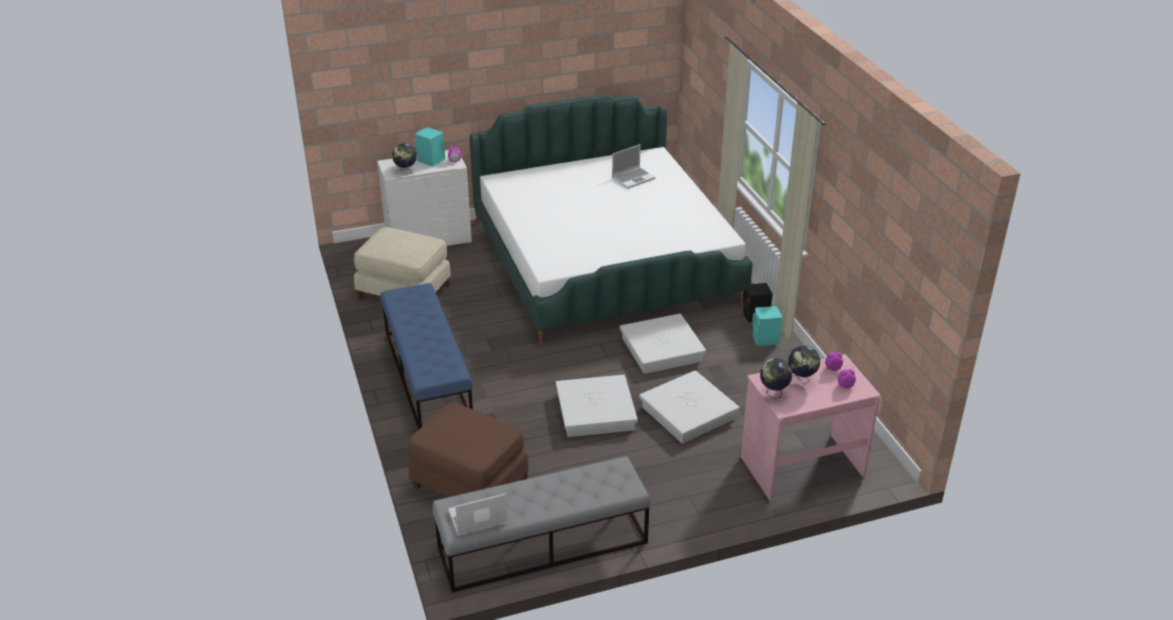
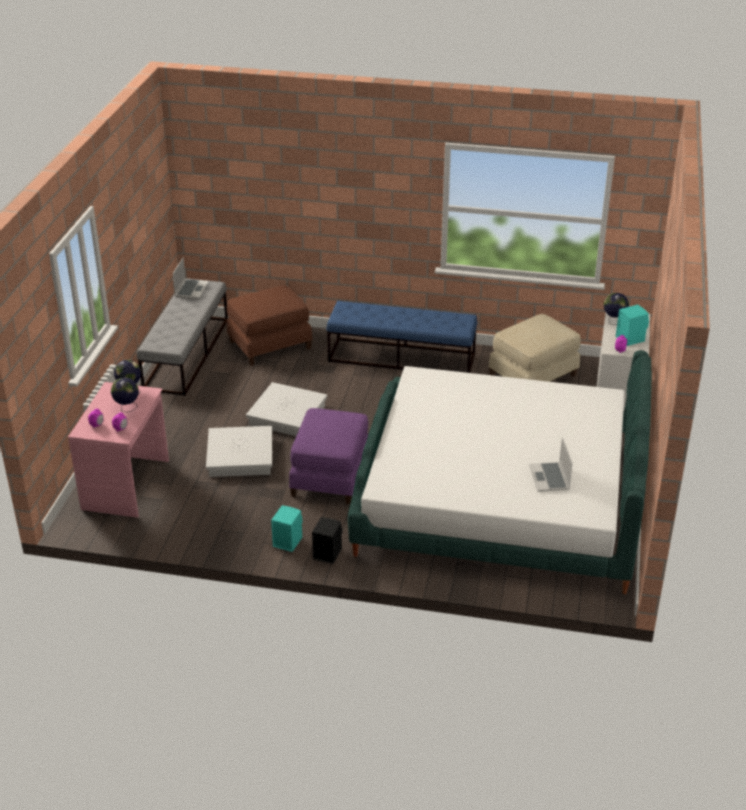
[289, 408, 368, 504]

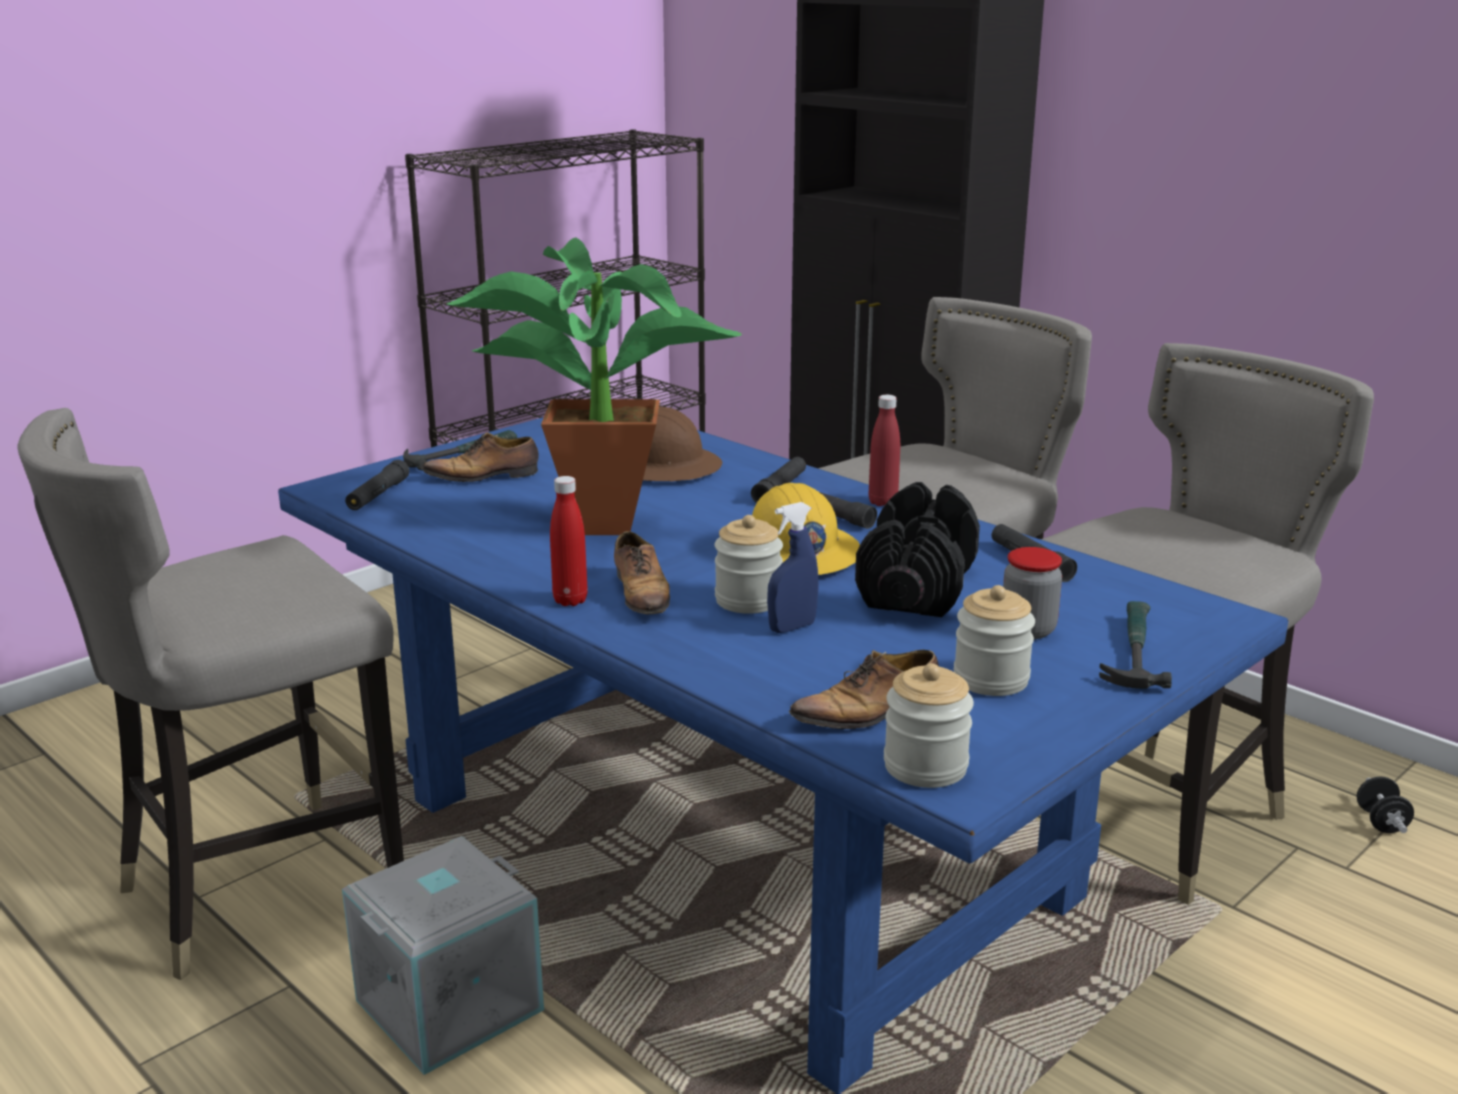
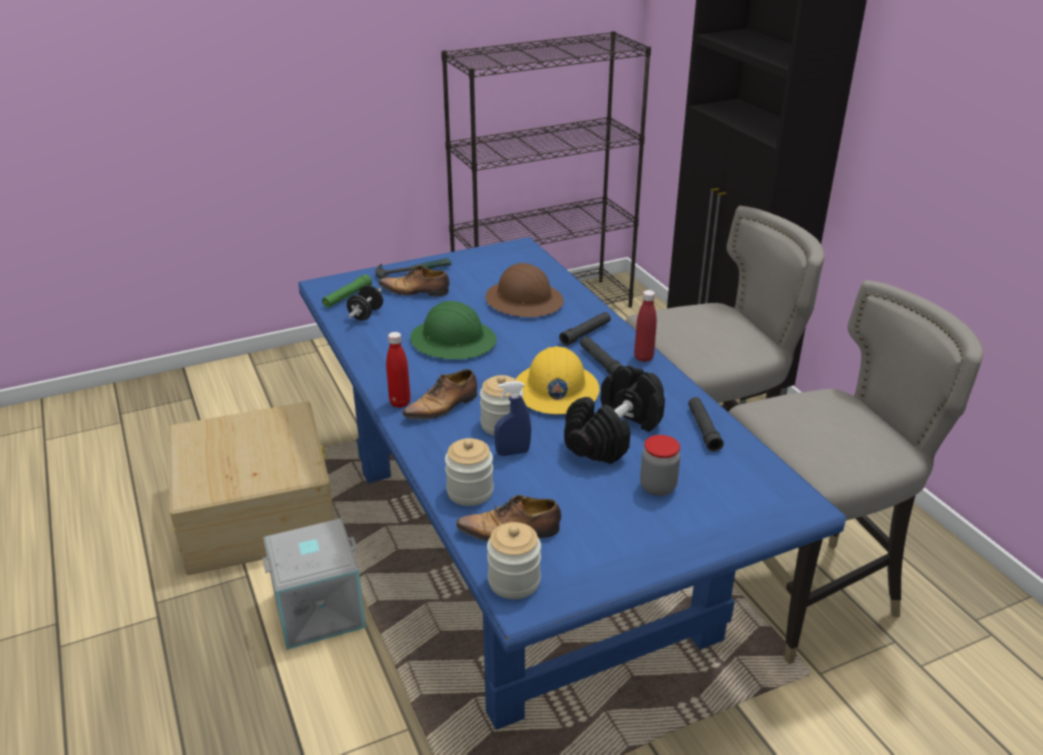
[1099, 601, 1172, 689] (first image)
[445, 438, 494, 506]
[347, 285, 383, 321]
[168, 402, 335, 575]
[410, 301, 497, 359]
[322, 274, 372, 308]
[402, 369, 477, 419]

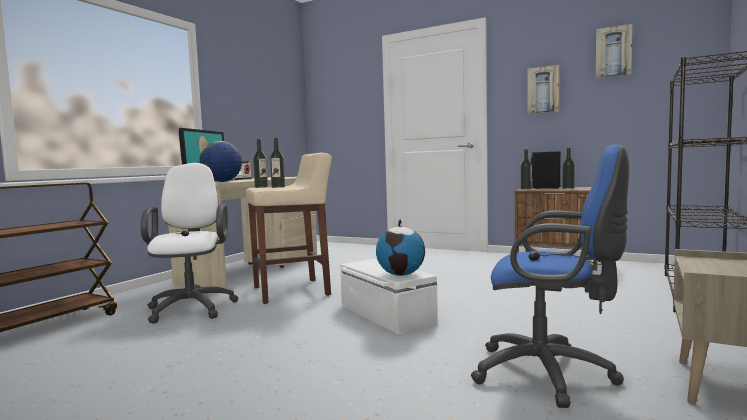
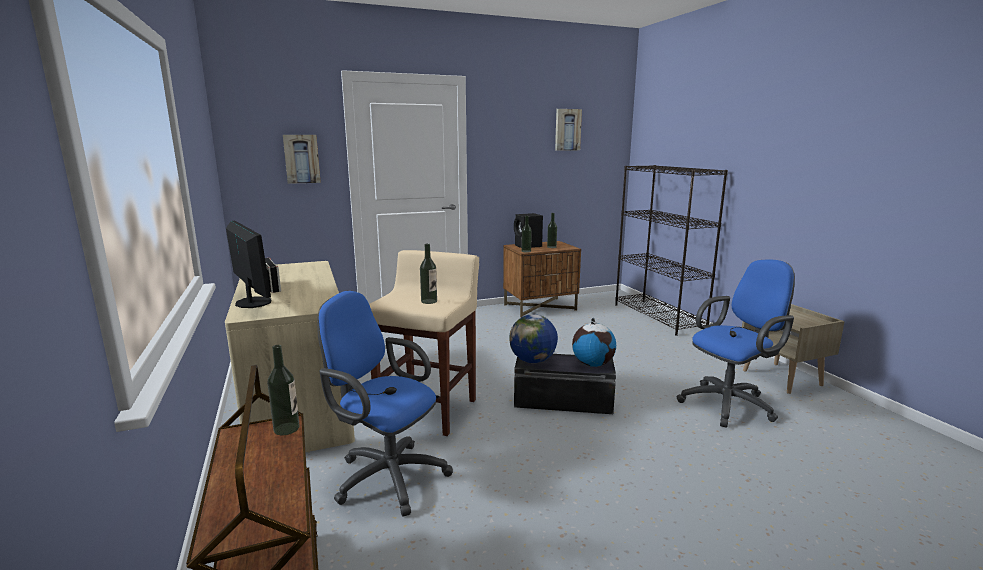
[509, 314, 558, 363]
[267, 345, 300, 435]
[283, 135, 321, 184]
[317, 291, 453, 516]
[514, 354, 616, 414]

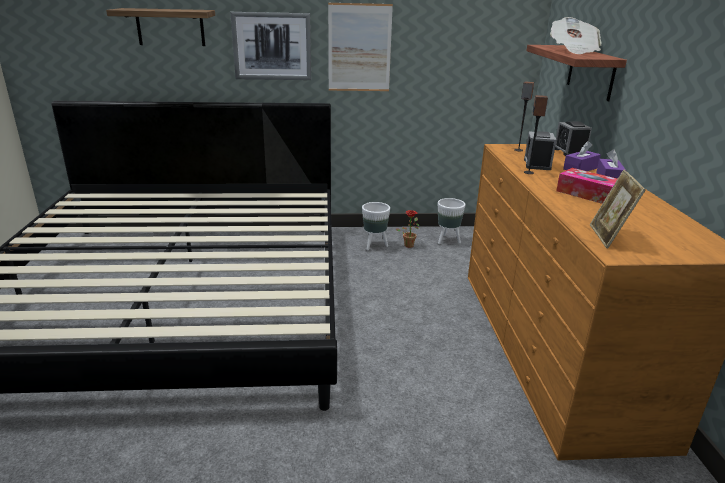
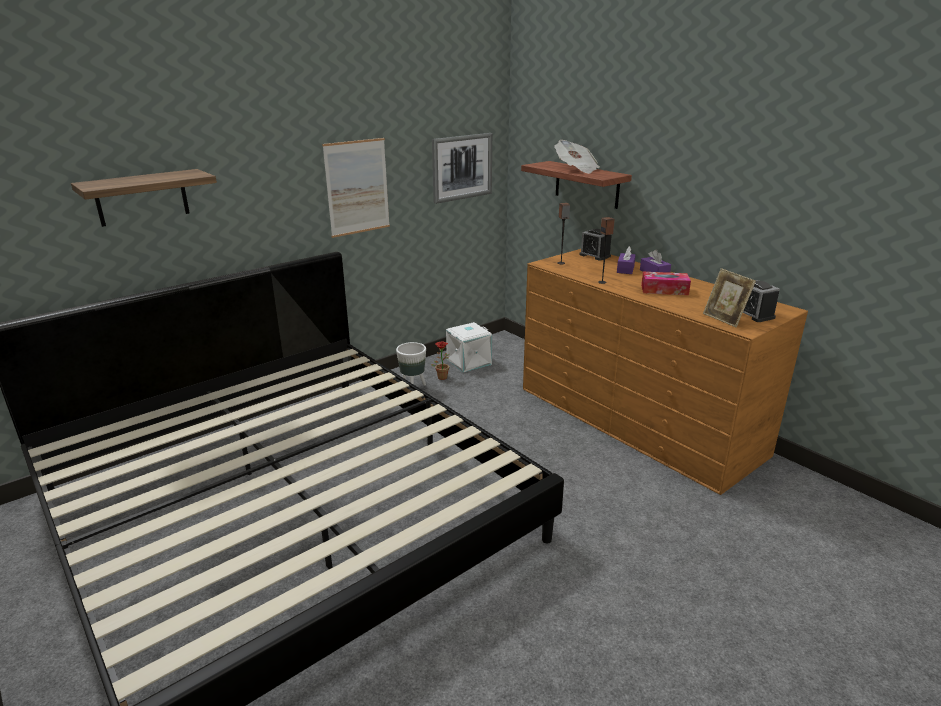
[432, 133, 492, 204]
[743, 280, 780, 322]
[446, 322, 492, 372]

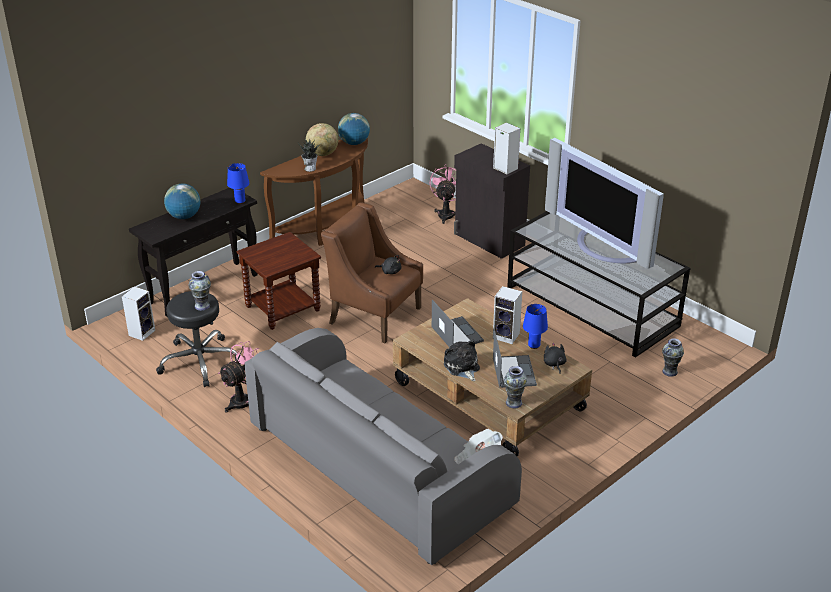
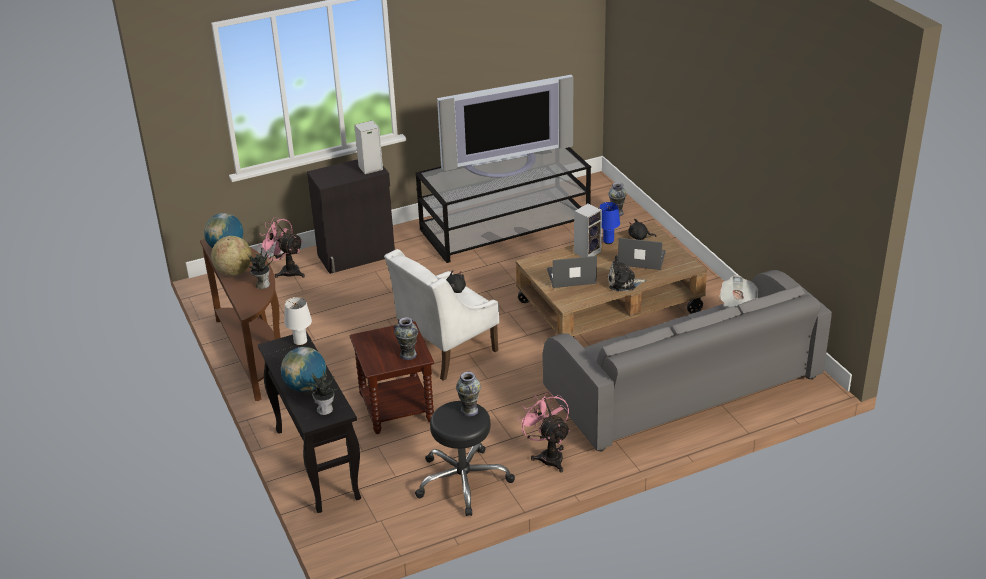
[122, 287, 155, 341] (first image)
[306, 369, 337, 415]
[394, 317, 418, 360]
[284, 297, 312, 346]
[384, 249, 499, 381]

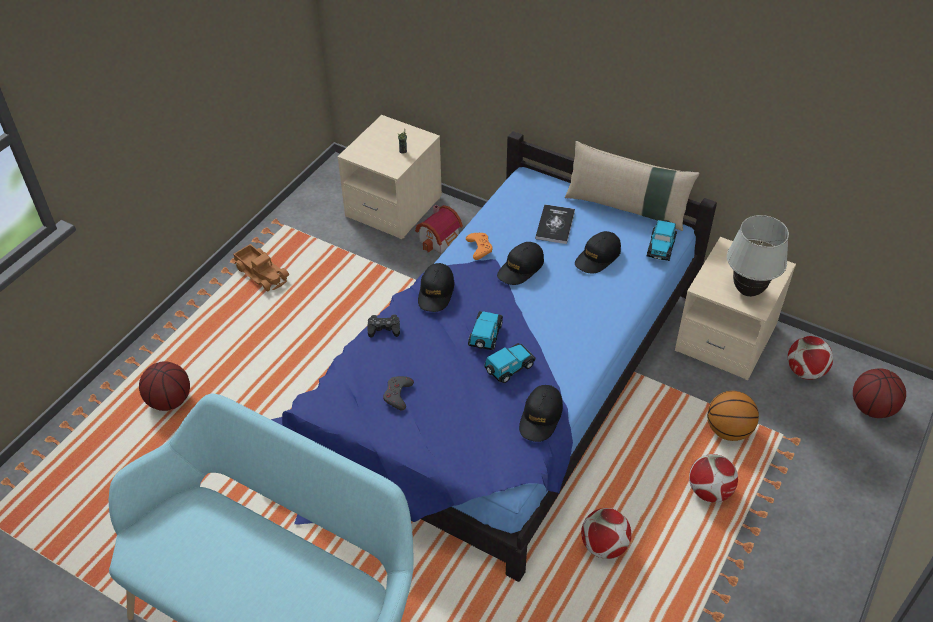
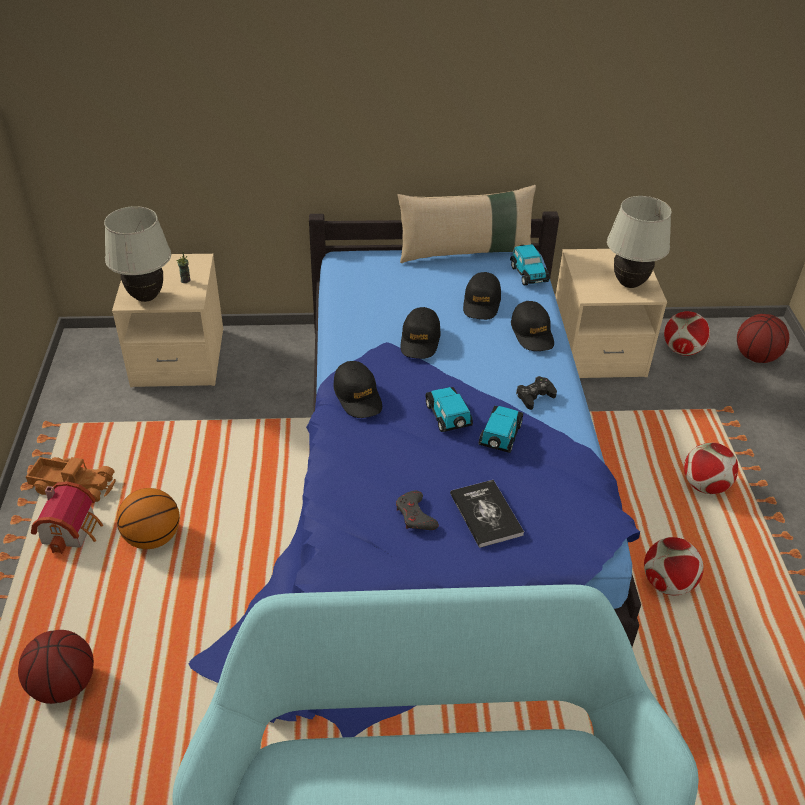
[466, 233, 493, 260] (first image)
[104, 206, 171, 302]
[516, 376, 557, 410]
[31, 481, 103, 554]
[511, 301, 554, 351]
[450, 480, 524, 548]
[117, 488, 180, 549]

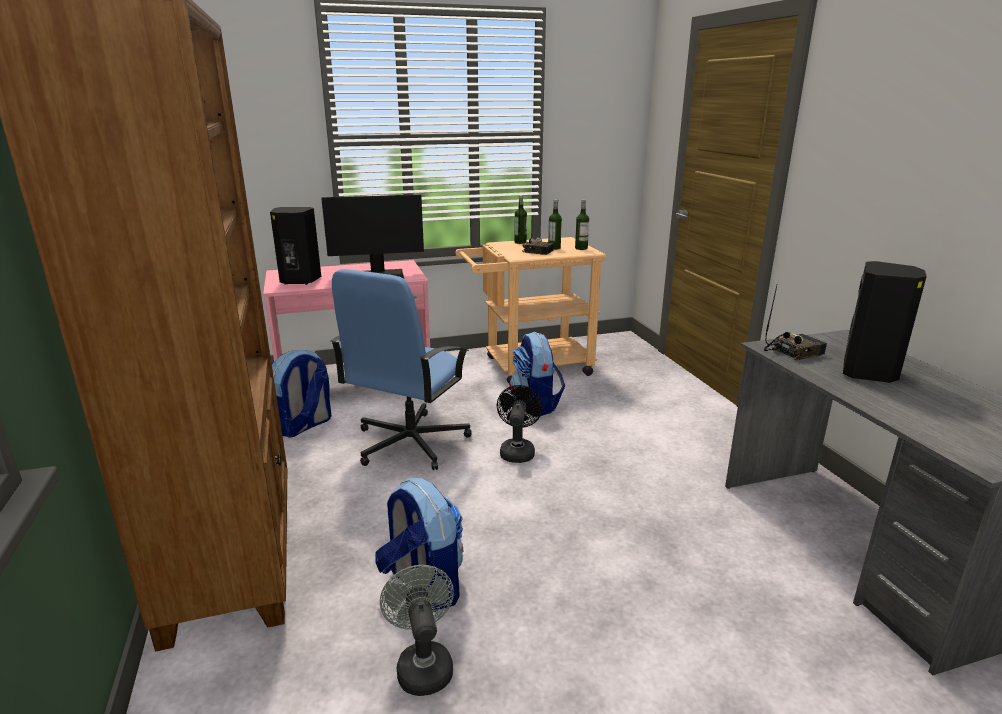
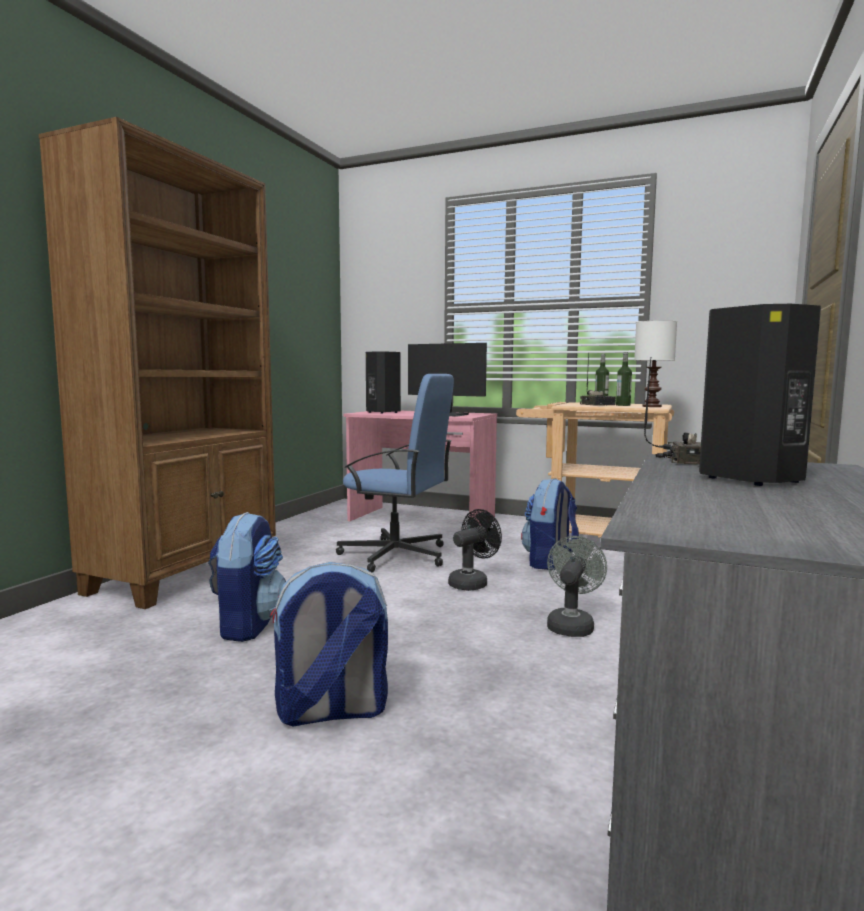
[270, 562, 388, 727]
[547, 536, 607, 637]
[634, 320, 677, 407]
[336, 374, 454, 572]

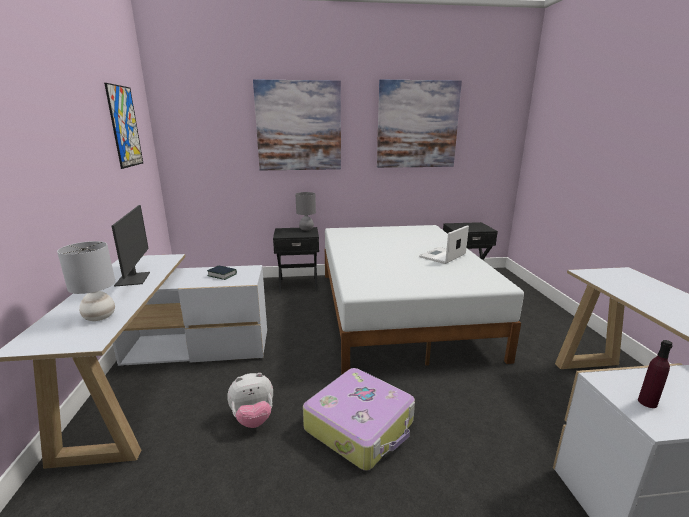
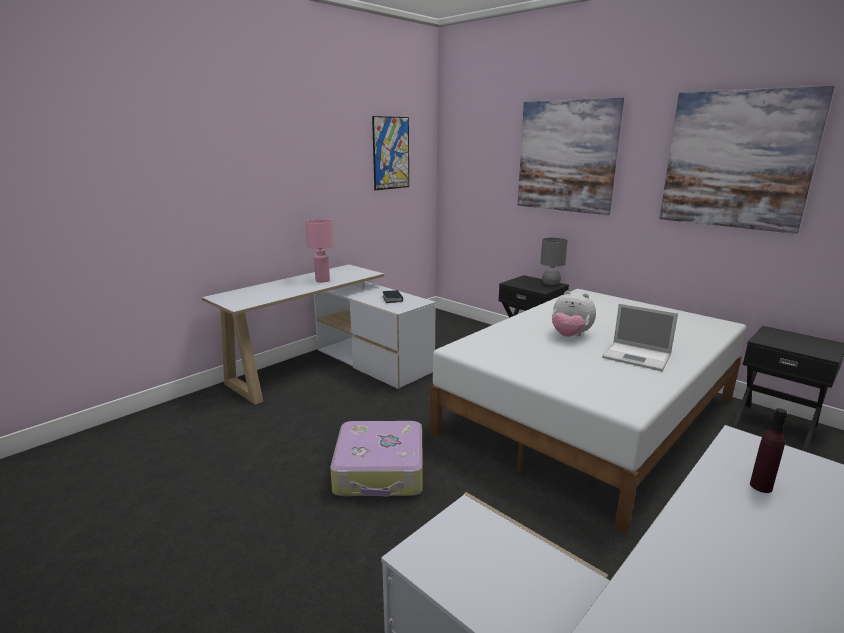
[57, 241, 115, 321] (first image)
[552, 291, 596, 337]
[750, 408, 787, 493]
[305, 219, 334, 282]
[602, 303, 678, 371]

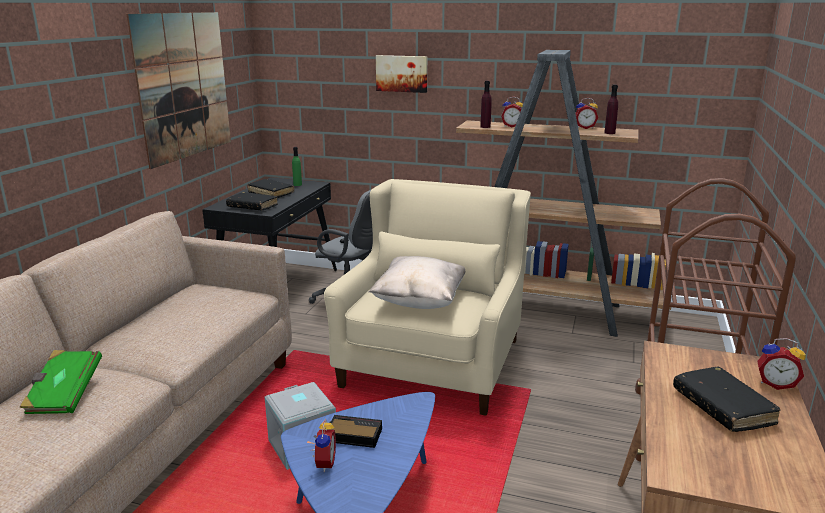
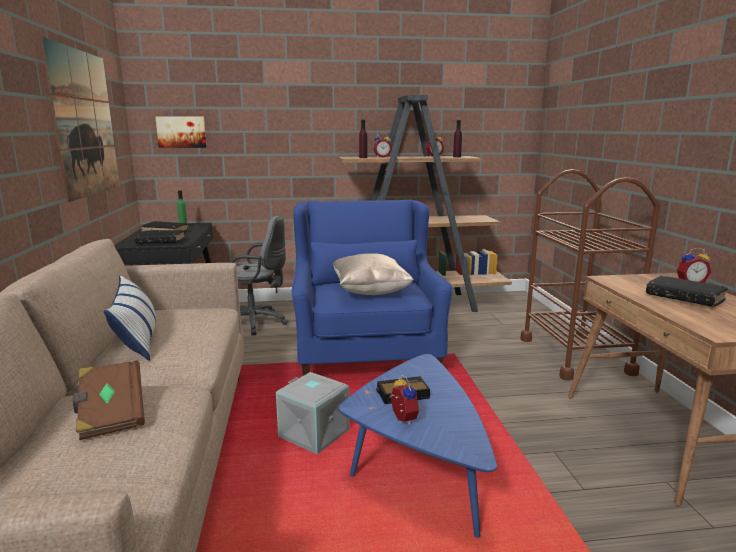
[103, 275, 156, 361]
[155, 116, 207, 148]
[72, 360, 145, 440]
[292, 200, 453, 376]

